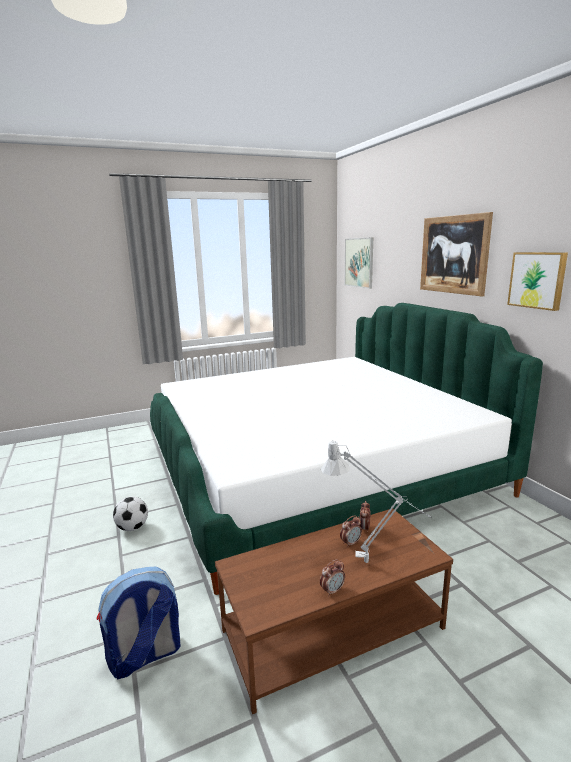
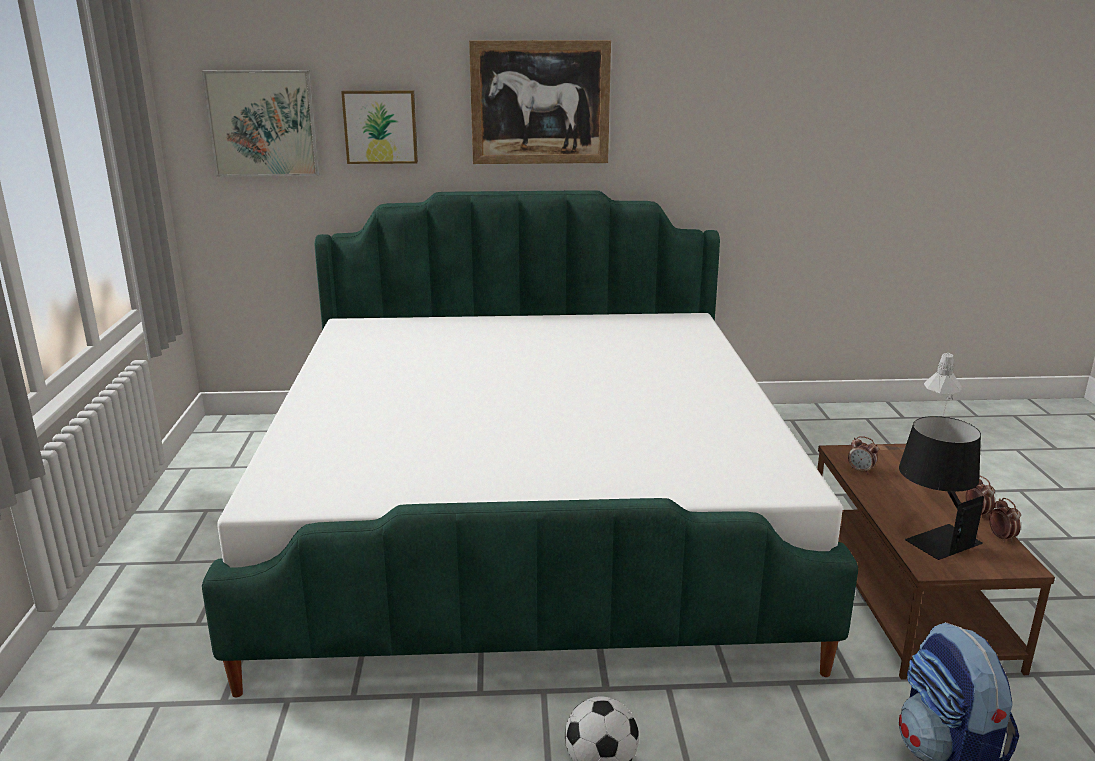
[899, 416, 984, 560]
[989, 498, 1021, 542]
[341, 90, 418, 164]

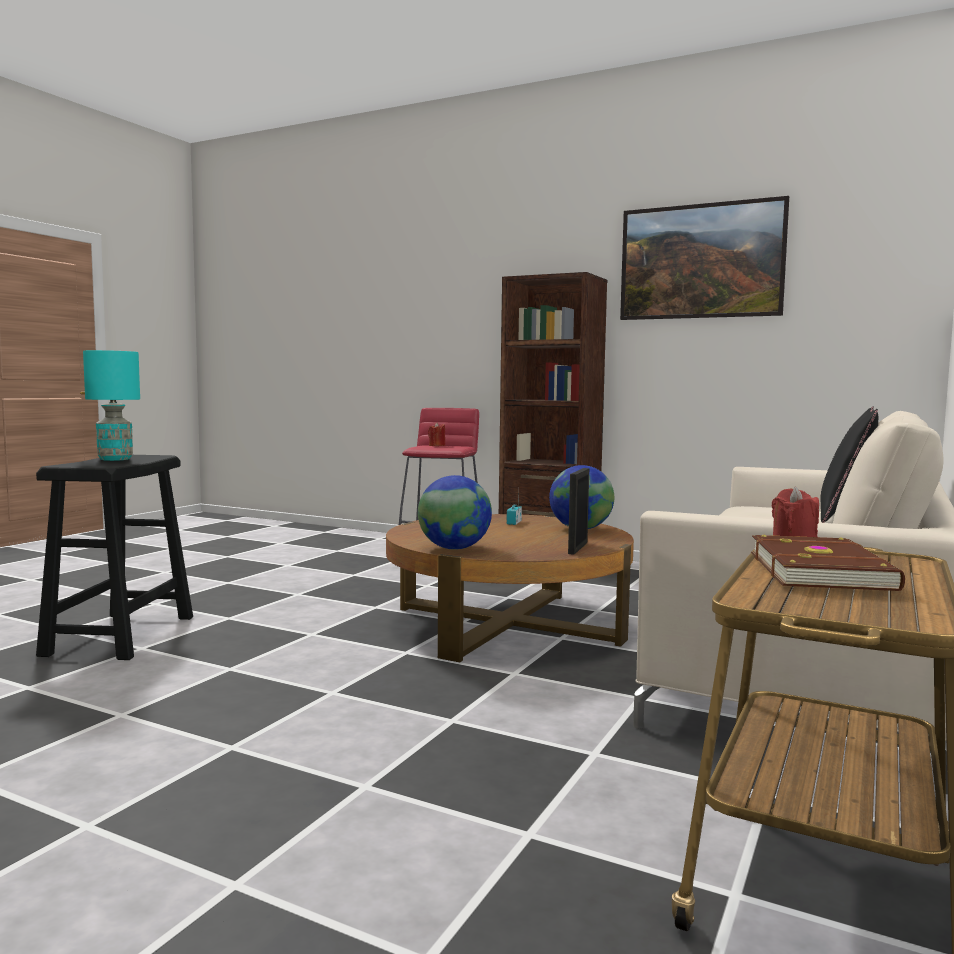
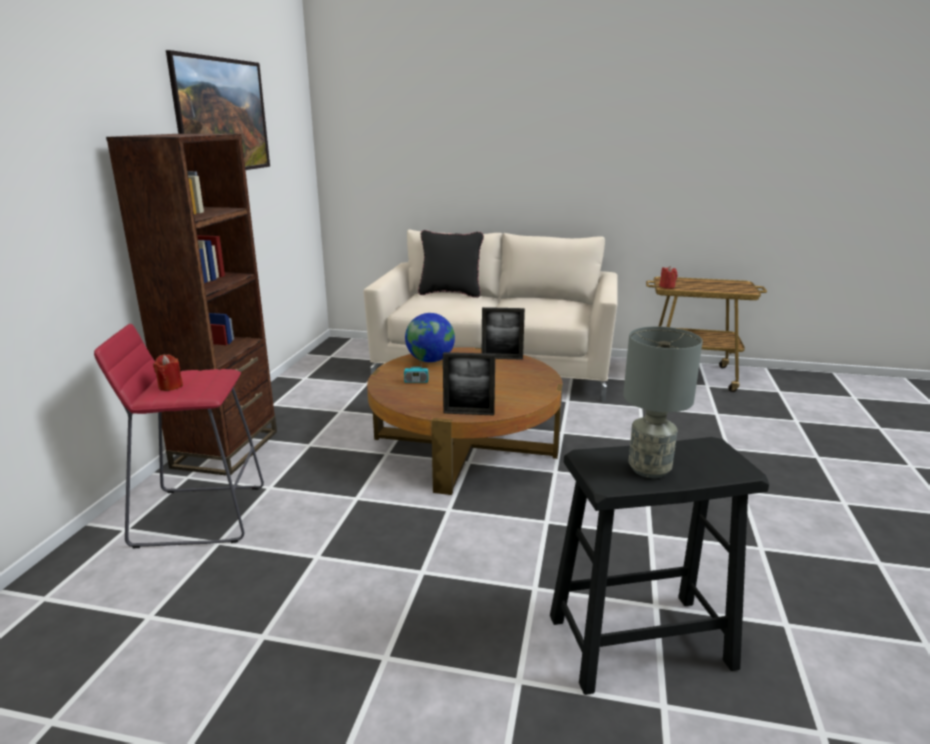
[418, 475, 492, 550] (first image)
[751, 535, 905, 591] (first image)
[443, 352, 495, 415]
[623, 326, 703, 478]

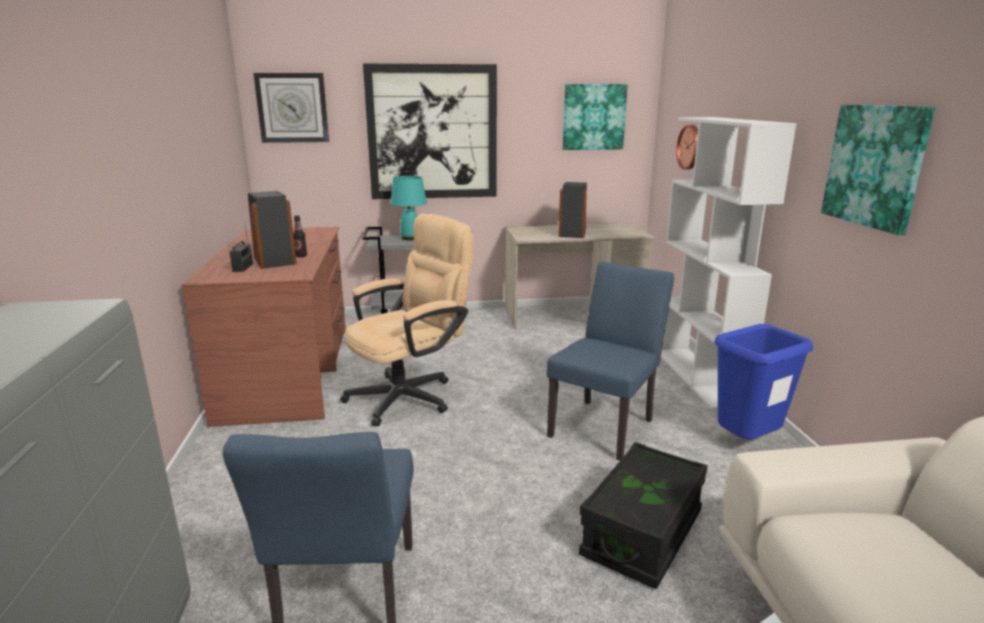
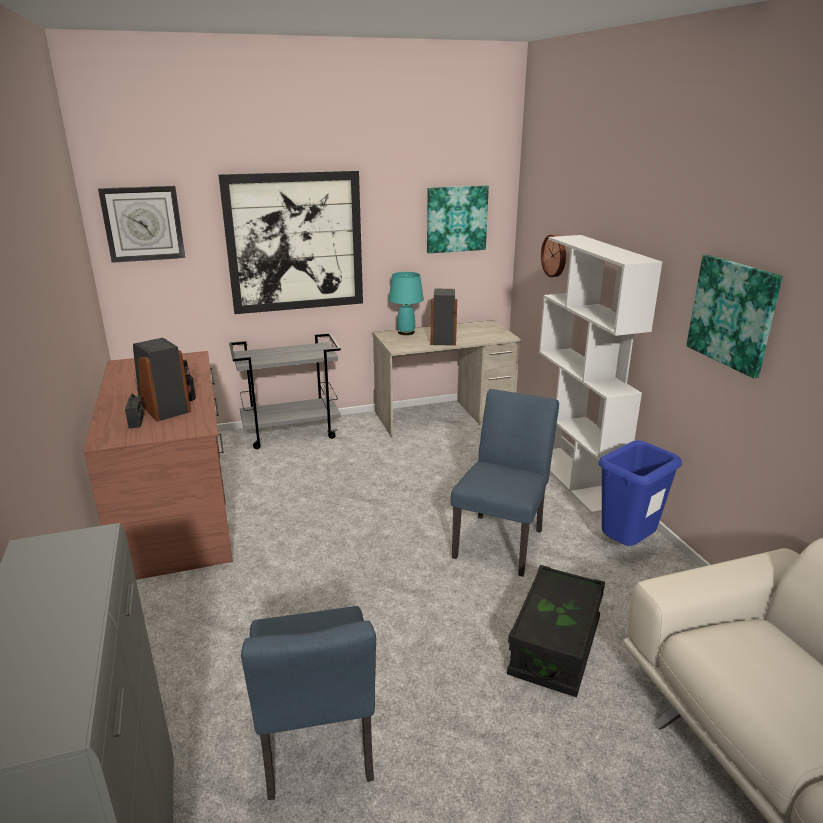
[340, 214, 473, 426] (first image)
[389, 272, 424, 335]

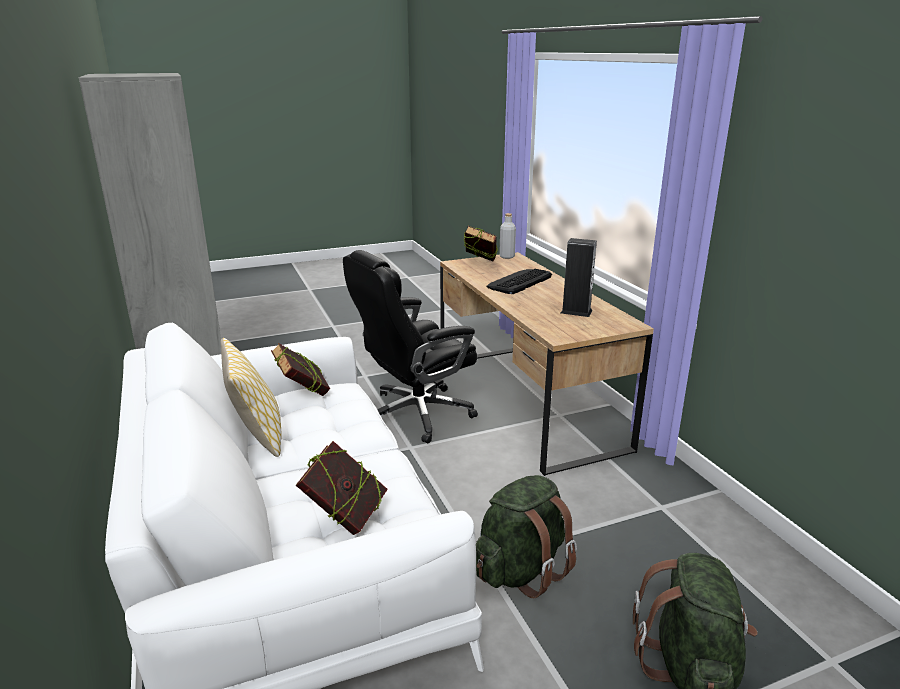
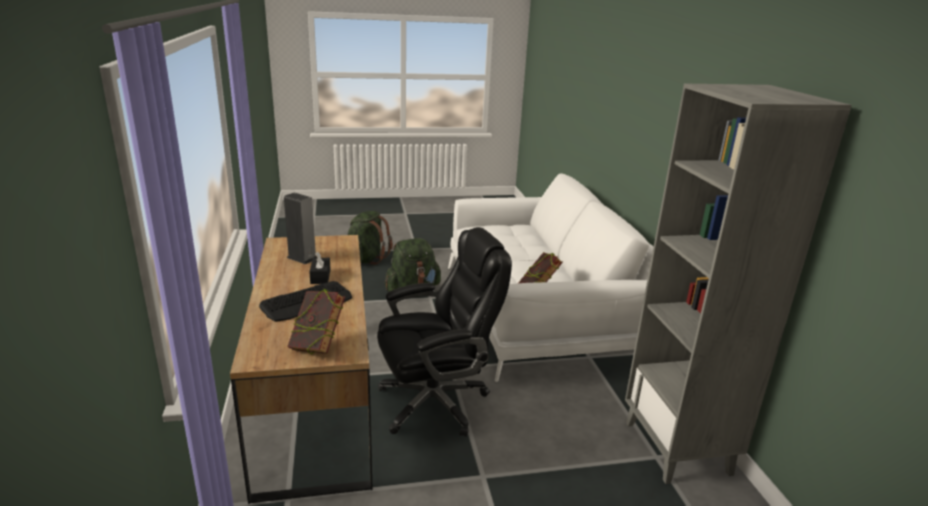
[221, 338, 282, 457] (first image)
[296, 441, 388, 535] (first image)
[499, 213, 516, 259] (first image)
[309, 252, 331, 284]

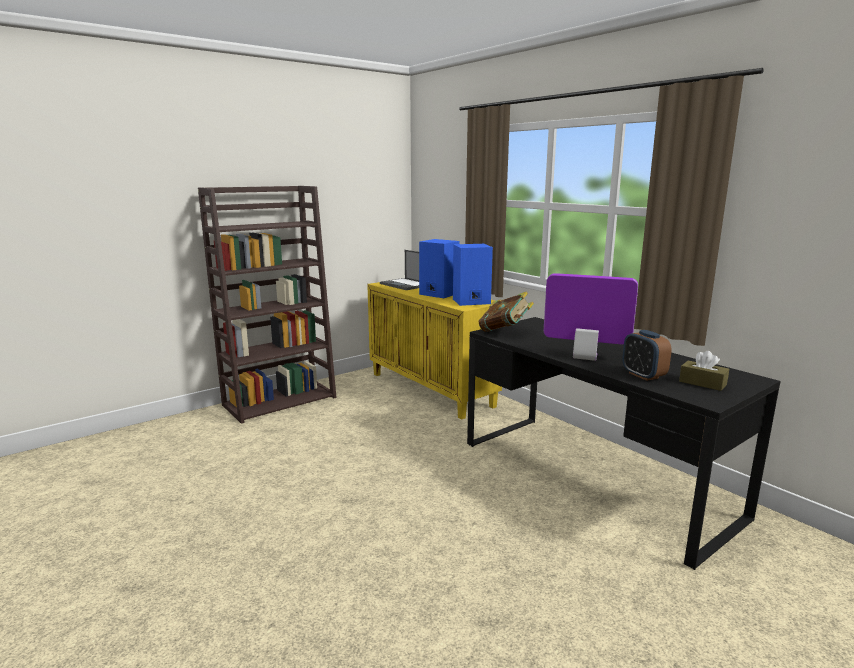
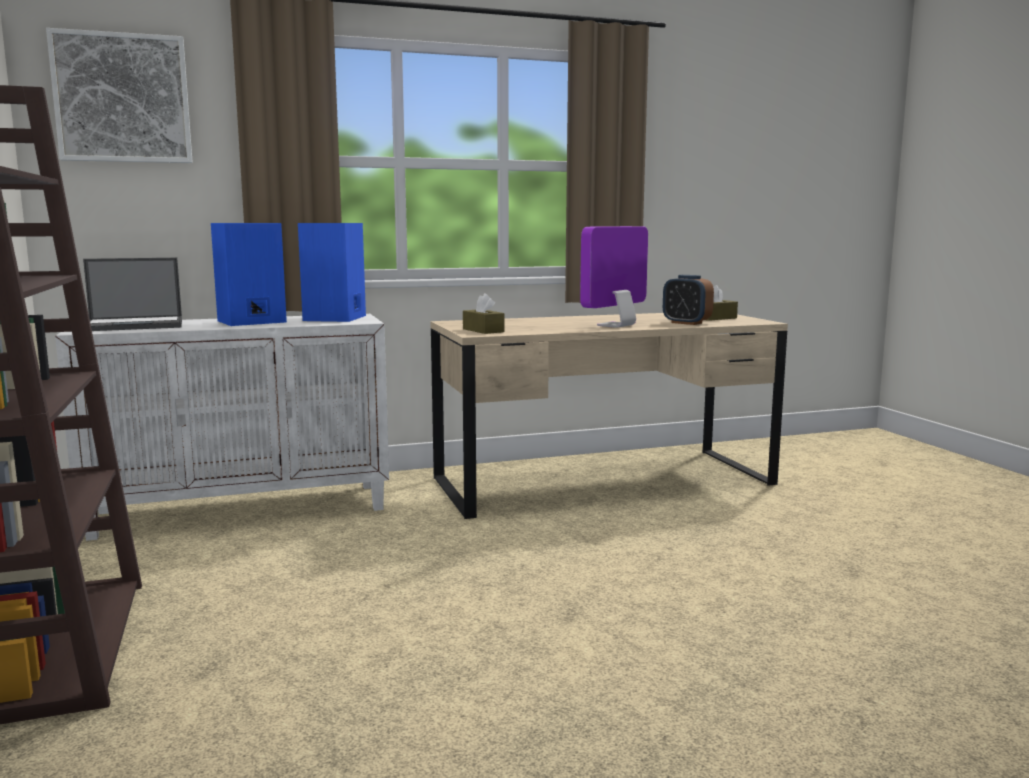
[46, 28, 193, 163]
[463, 293, 504, 334]
[55, 314, 389, 541]
[430, 313, 788, 519]
[663, 275, 714, 325]

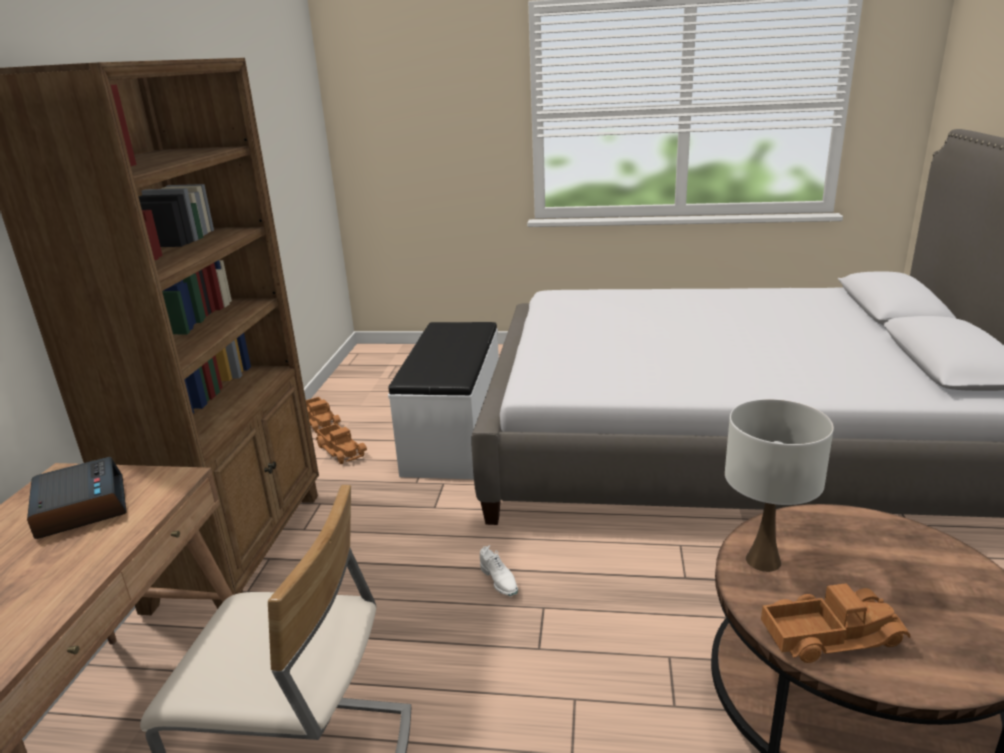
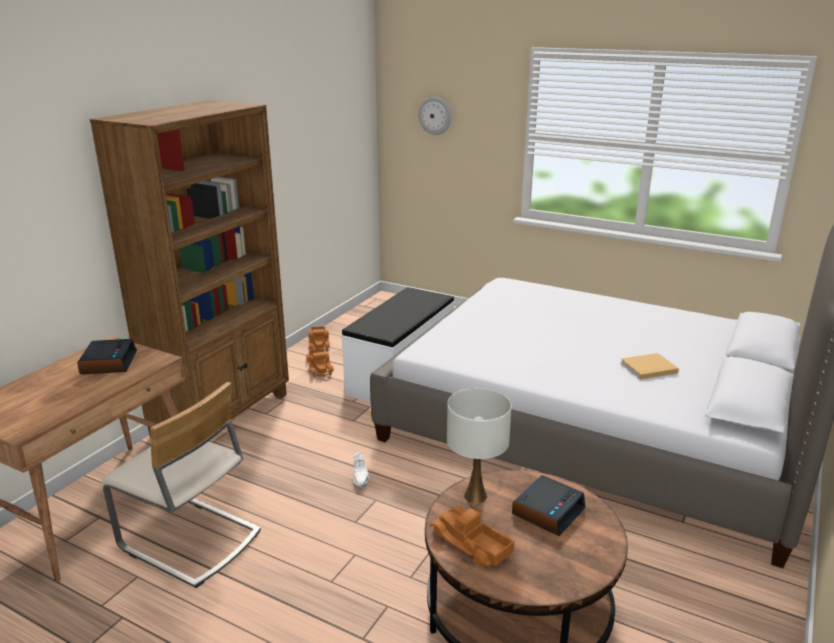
[418, 97, 451, 135]
[512, 475, 586, 536]
[620, 353, 679, 379]
[430, 506, 515, 567]

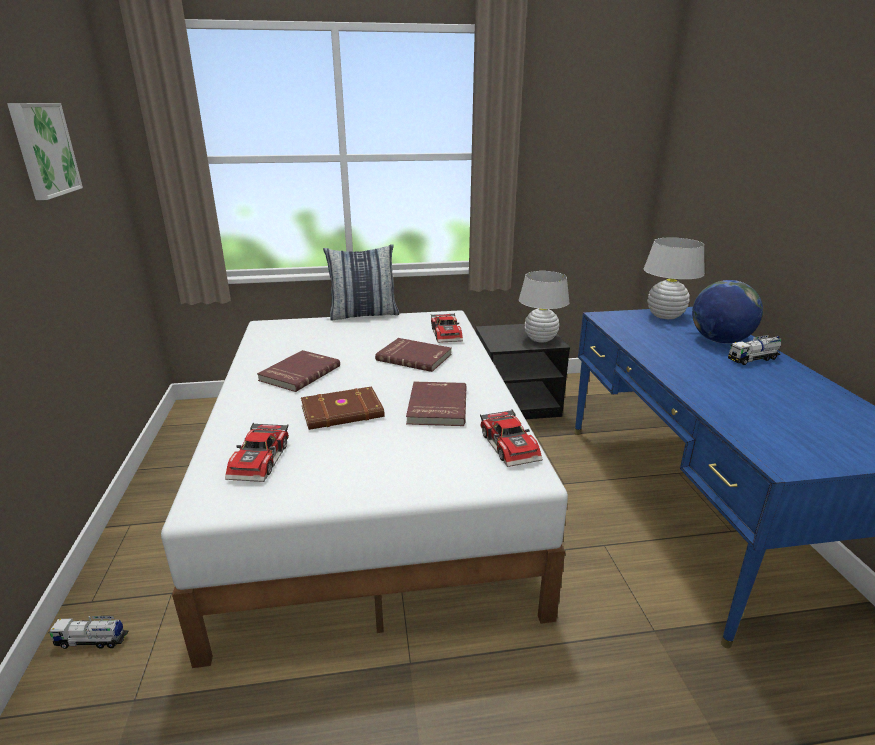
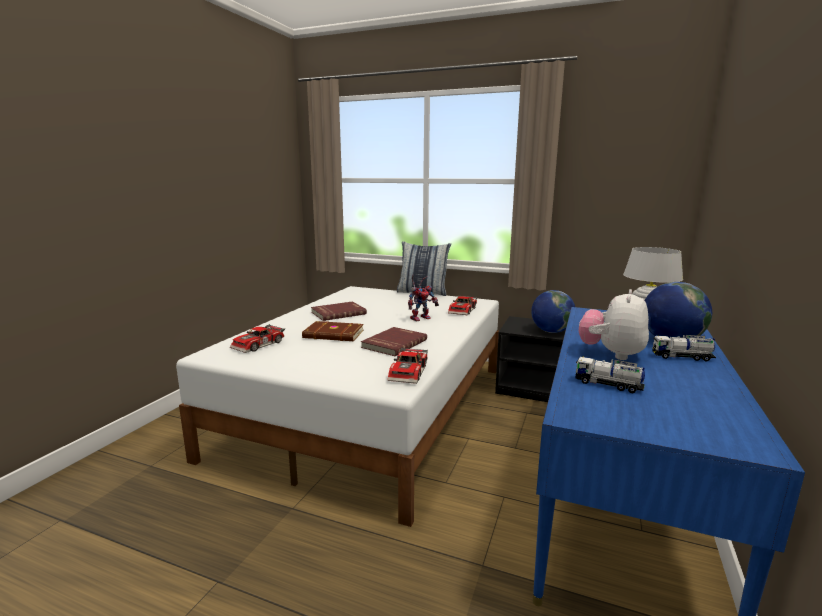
[7, 103, 83, 200] (first image)
[579, 289, 649, 360]
[575, 357, 645, 393]
[408, 275, 439, 321]
[531, 290, 575, 333]

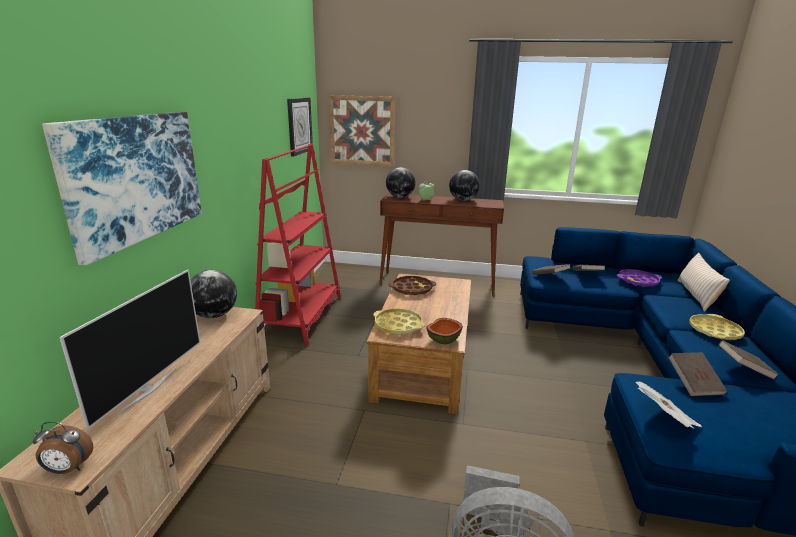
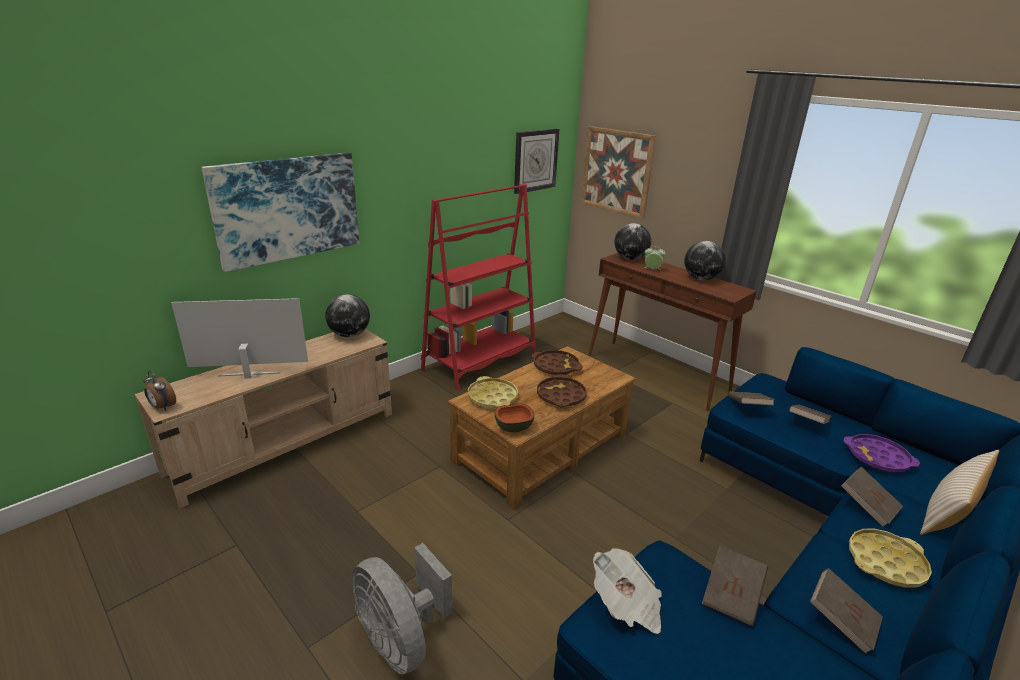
[537, 374, 587, 407]
[841, 467, 903, 527]
[171, 298, 308, 379]

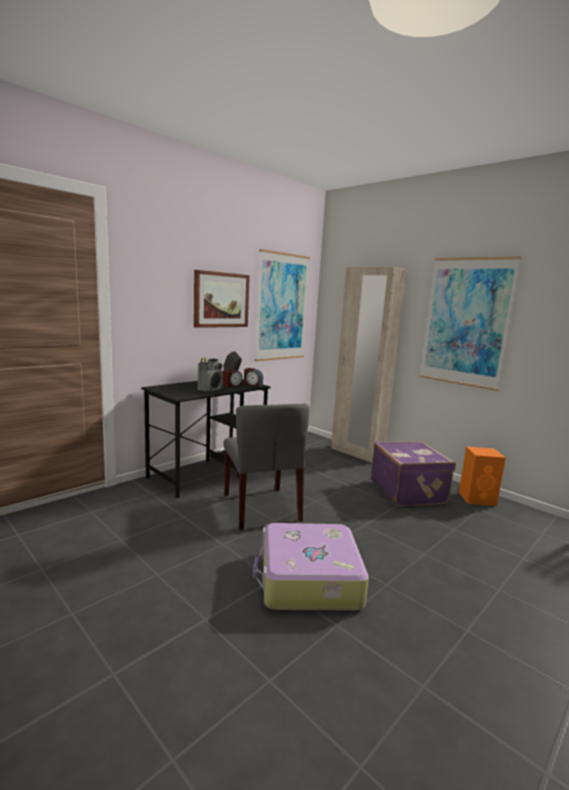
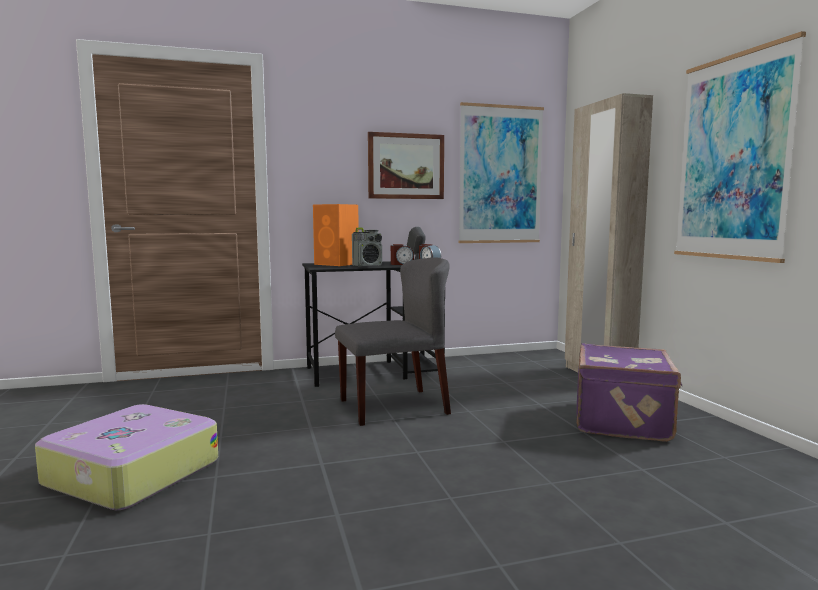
[35, 404, 218, 510]
[313, 204, 359, 266]
[335, 257, 451, 426]

